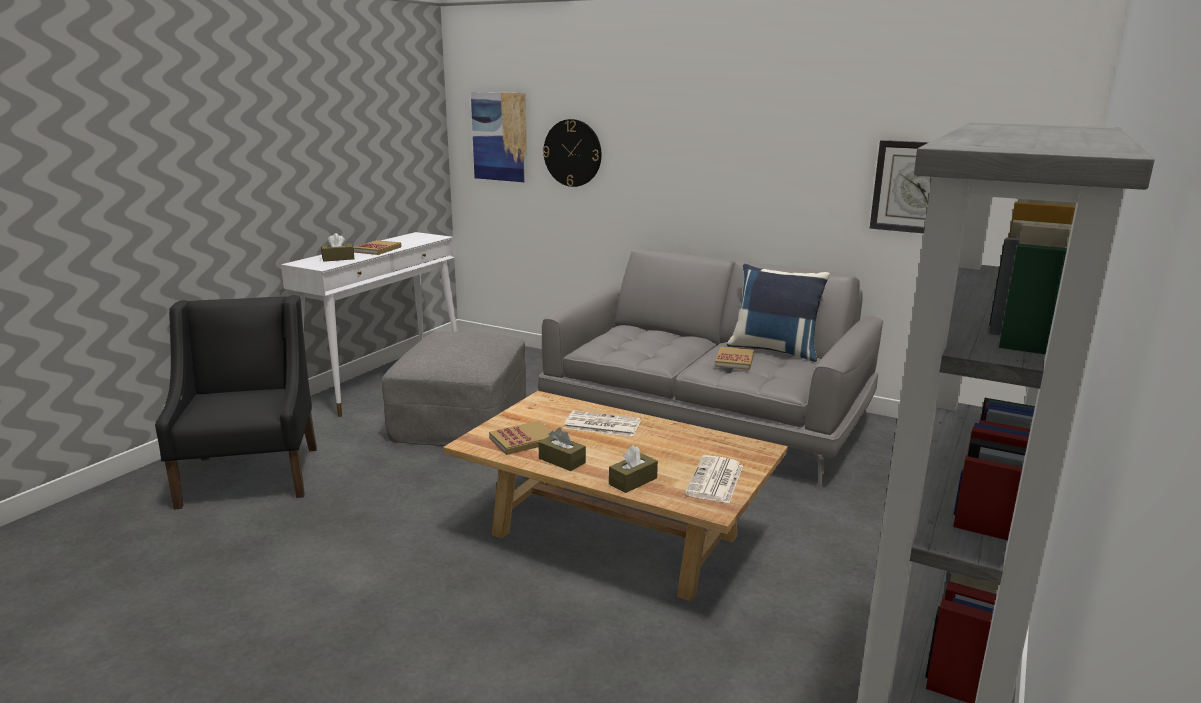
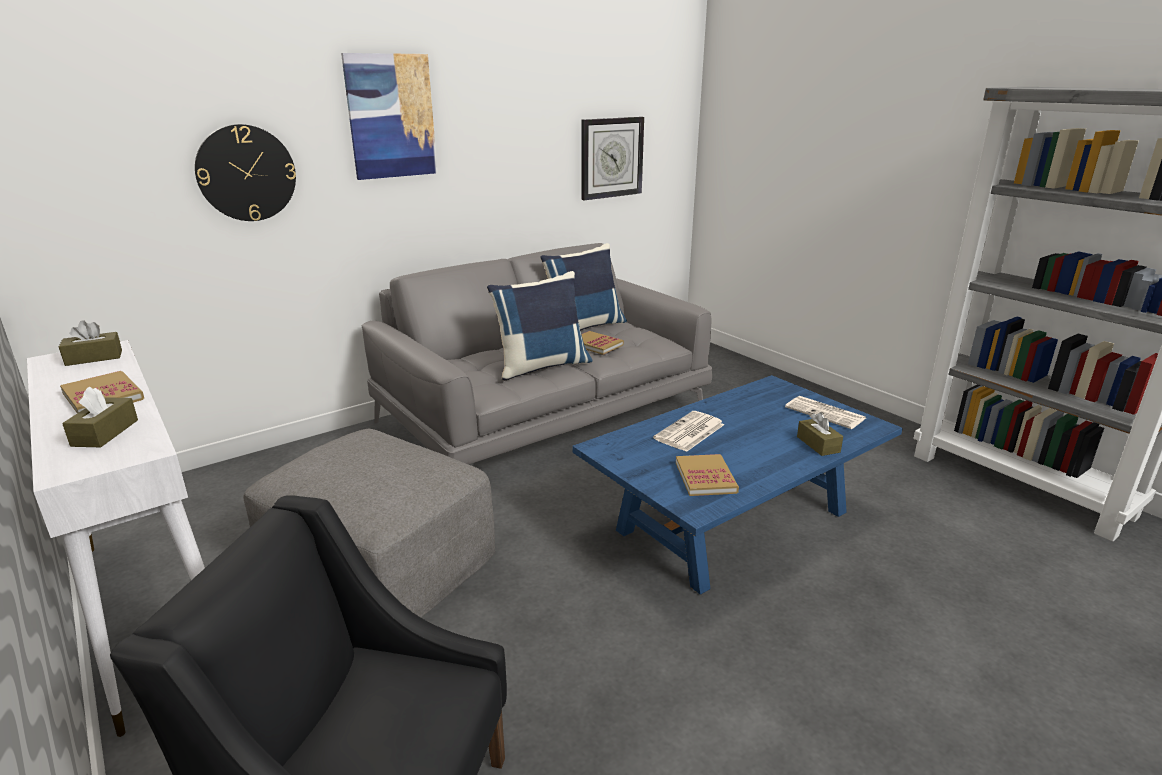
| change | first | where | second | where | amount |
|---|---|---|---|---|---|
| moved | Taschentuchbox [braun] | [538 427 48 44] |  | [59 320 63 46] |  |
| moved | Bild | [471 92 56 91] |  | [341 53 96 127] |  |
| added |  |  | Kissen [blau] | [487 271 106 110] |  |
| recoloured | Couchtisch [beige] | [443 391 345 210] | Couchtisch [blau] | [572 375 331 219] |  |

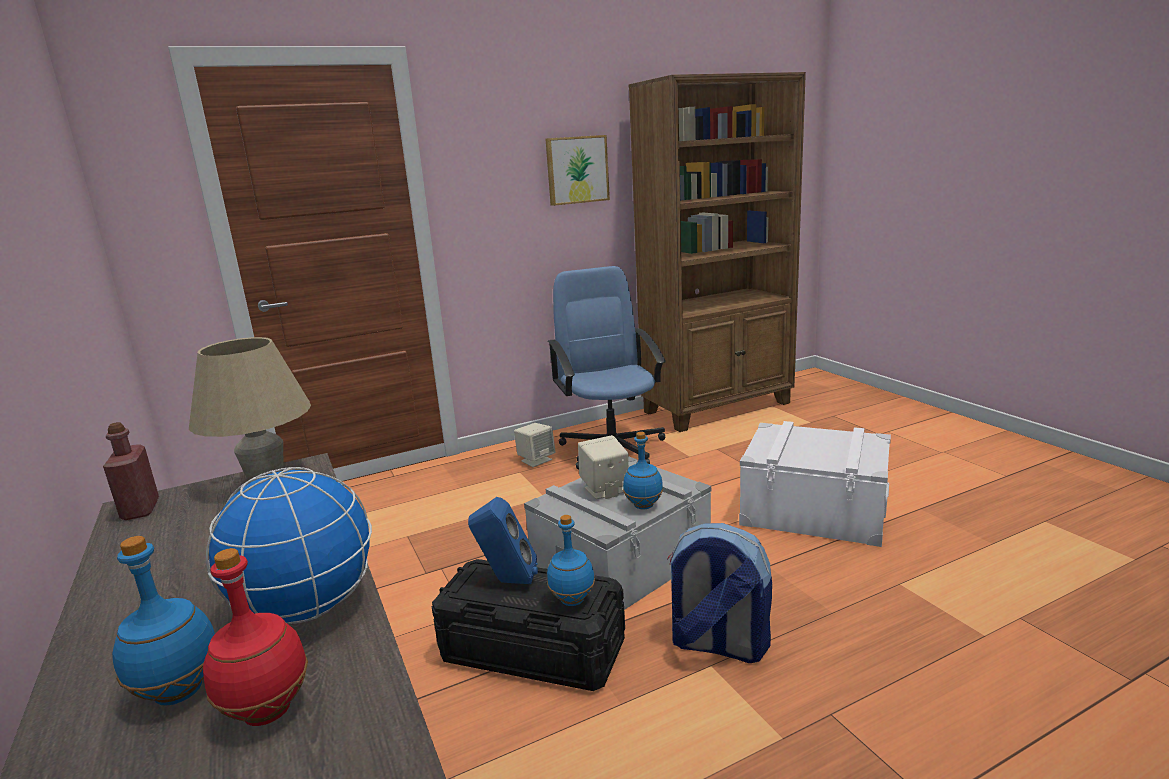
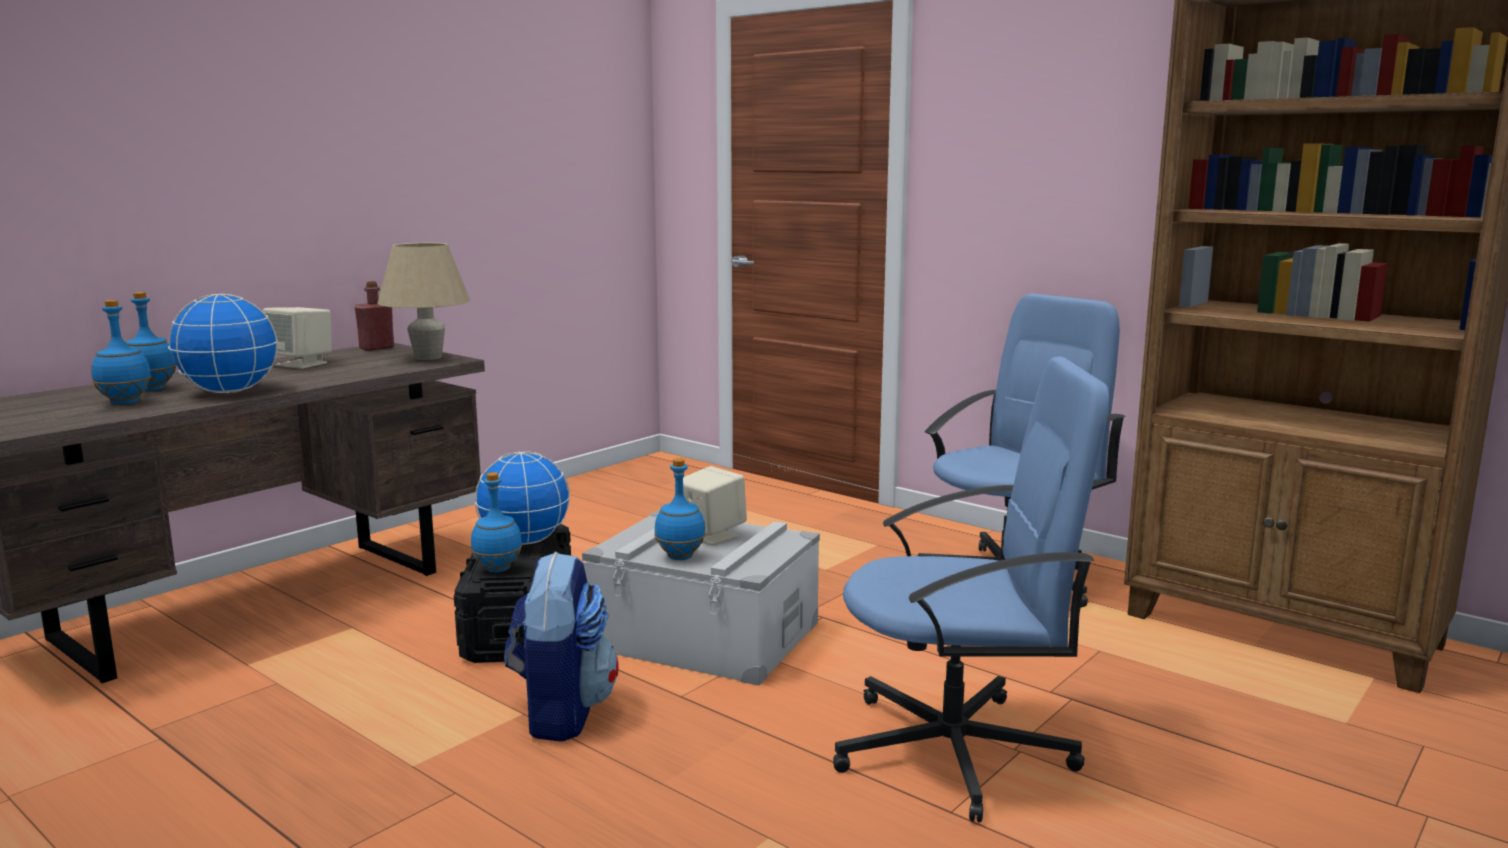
| change | first | where | second | where | amount |
|---|---|---|---|---|---|
| recoloured | Flasche [rot] | [203 548 105 178] | Flasche [blau] | [91 300 61 104] |  |
| moved | Lautsprecher [beige] | [514 423 42 44] |  | [263 307 69 62] |  |
| replaced | Lautsprecher [blau] | [468 497 70 87] | Globus | [475 451 95 94] |  |
| replaced | Aufbewahrungsbox [weiß] | [739 421 152 126] | Bürostuhl [blau] | [833 357 277 466] |  |
| removed | Bild | [546 135 64 71] |  |  |  |

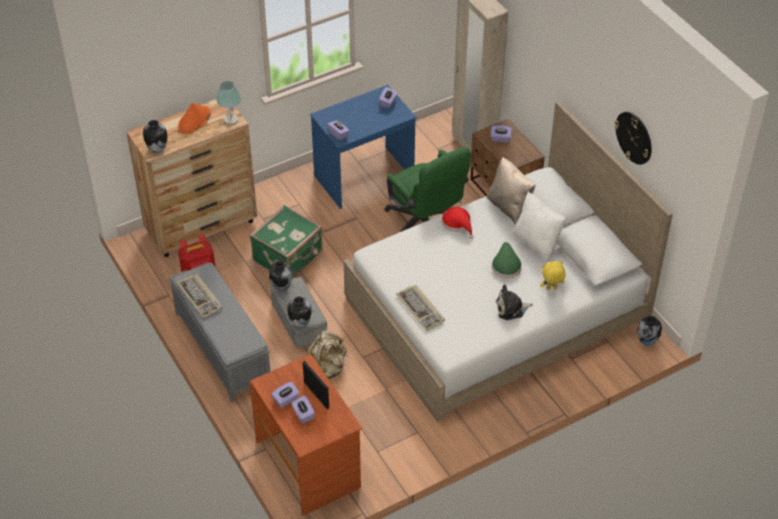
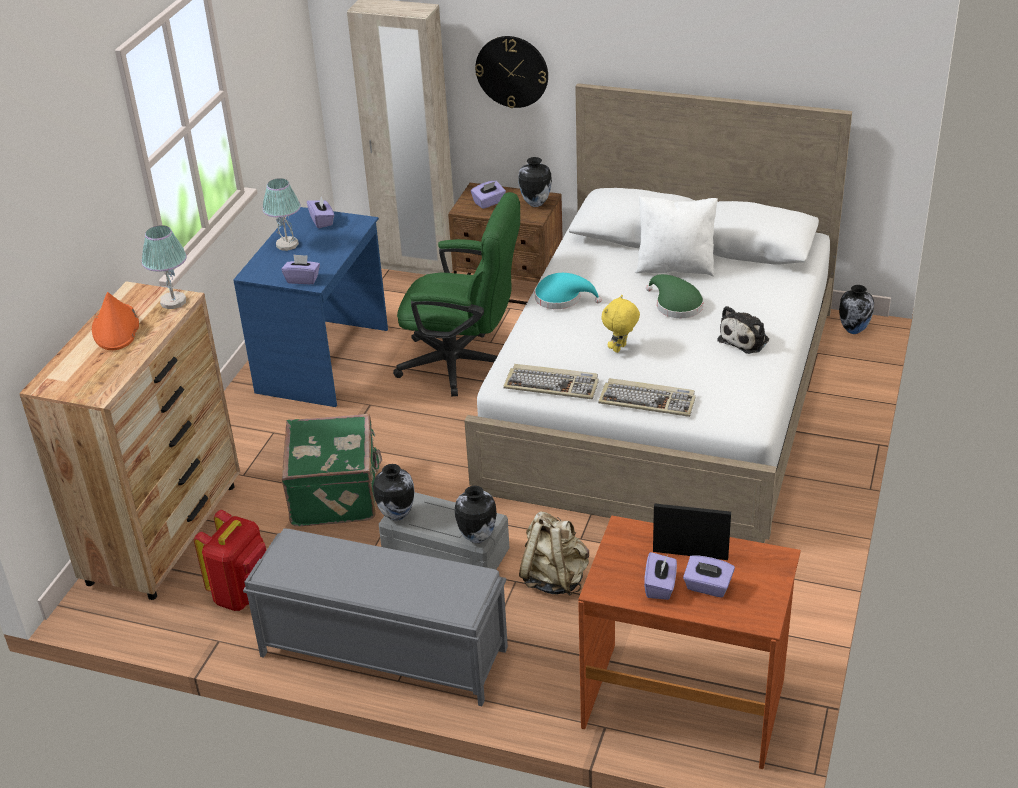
| change | first | where | second | where | amount |
|---|---|---|---|---|---|
| added |  |  | Tischlampe | [262 178 39 73] |  |
| moved | Wanduhr | [614 112 38 53] |  | [475 36 73 72] |  |
| moved | Tastatur | [177 274 45 44] |  | [503 364 96 35] |  |
| moved | Vase | [143 120 24 33] |  | [518 157 34 50] |  |
| recoloured | Hut [rot] | [442 207 32 32] | Hut [türkis] | [535 273 67 36] |  |
| moved | Plüschtier [gelb] | [540 261 26 29] |  | [602 295 38 58] |  |
| removed | Kissen [beige] | [487 157 49 68] |  |  |  |

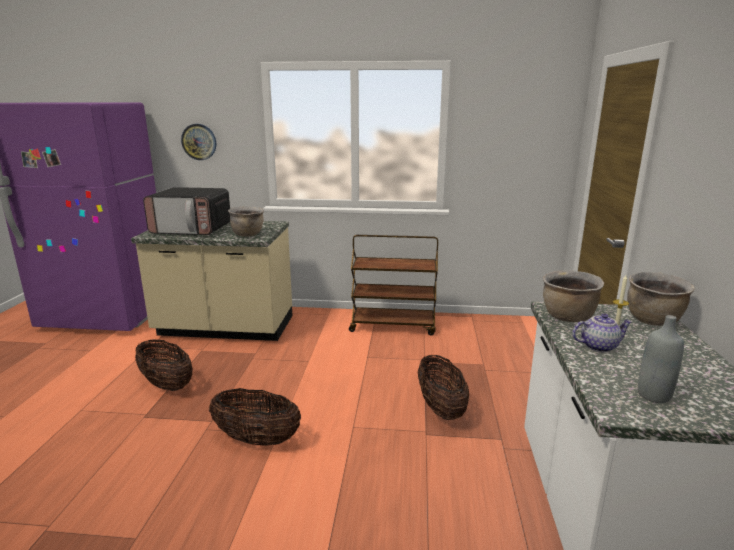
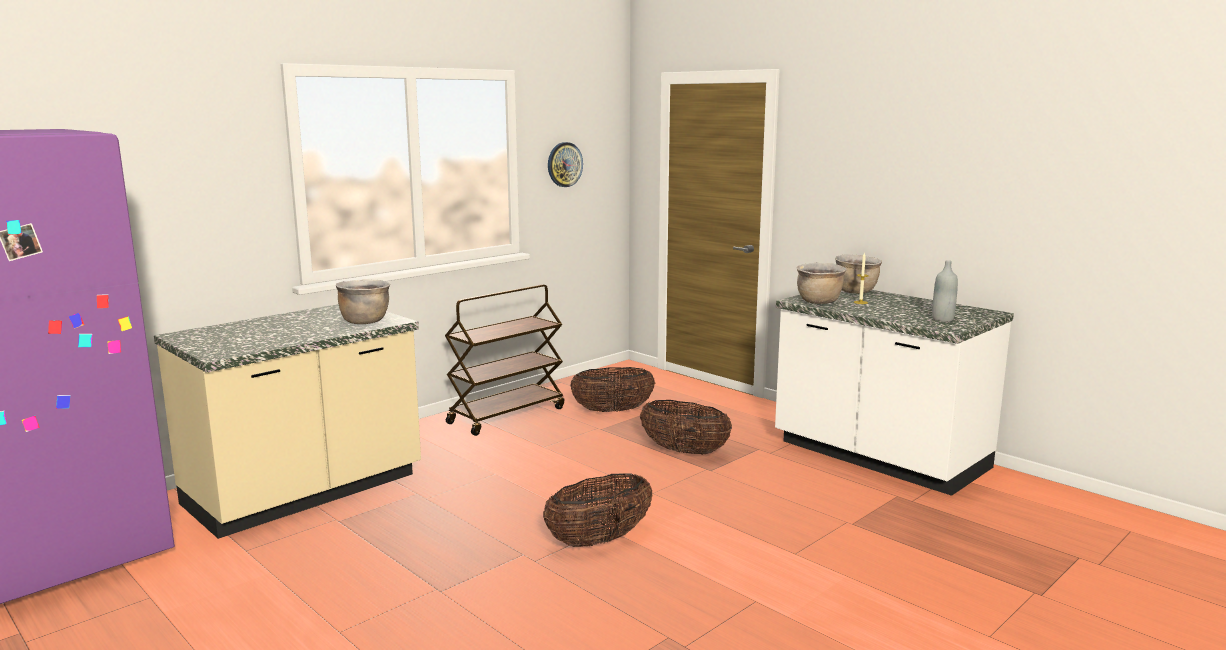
| change | first | where | second | where | amount |
|---|---|---|---|---|---|
| moved | Wanduhr | [181 124 35 36] |  | [548 142 35 45] |  |
| moved | Korb | [135 339 58 52] |  | [570 367 85 45] |  |
| removed | Mikrowelle | [143 187 87 48] |  |  |  |
| removed | Teekanne | [572 313 60 39] |  |  |  |

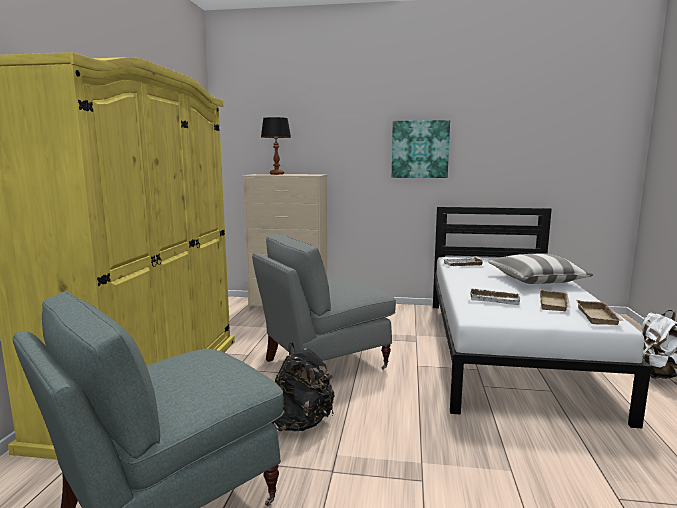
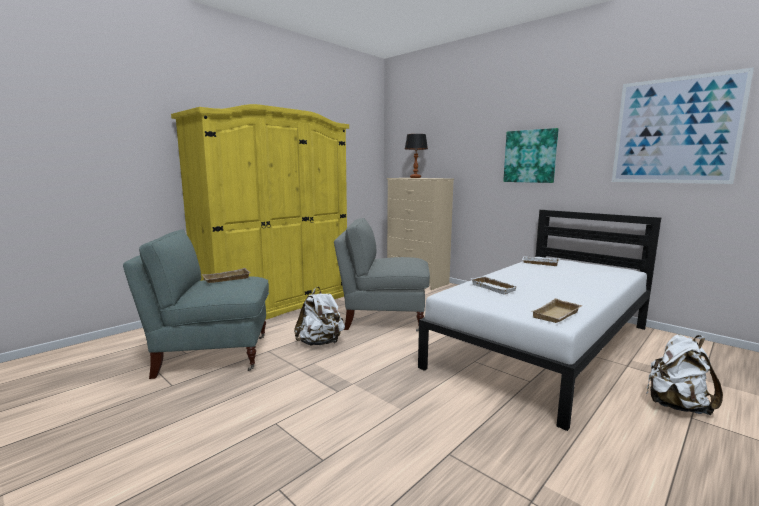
| change | first | where | second | where | amount |
|---|---|---|---|---|---|
| moved | Tablett [beige] | [540 289 31 22] |  | [202 268 48 15] |  |
| recoloured | Rucksack [schwarz] | [272 342 62 89] | Rucksack [weiß] | [294 287 51 59] |  |
| added |  |  | Bild | [612 67 142 117] |  |
| removed | Kissen | [488 253 105 31] |  |  |  |

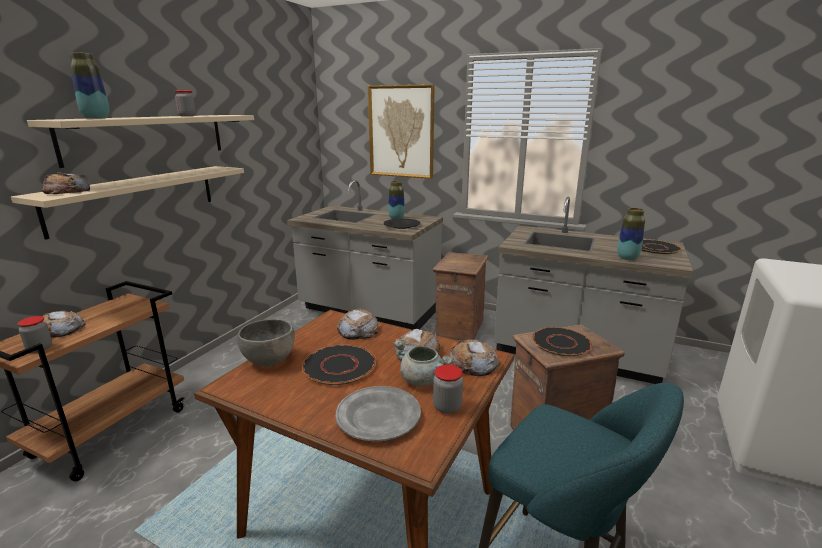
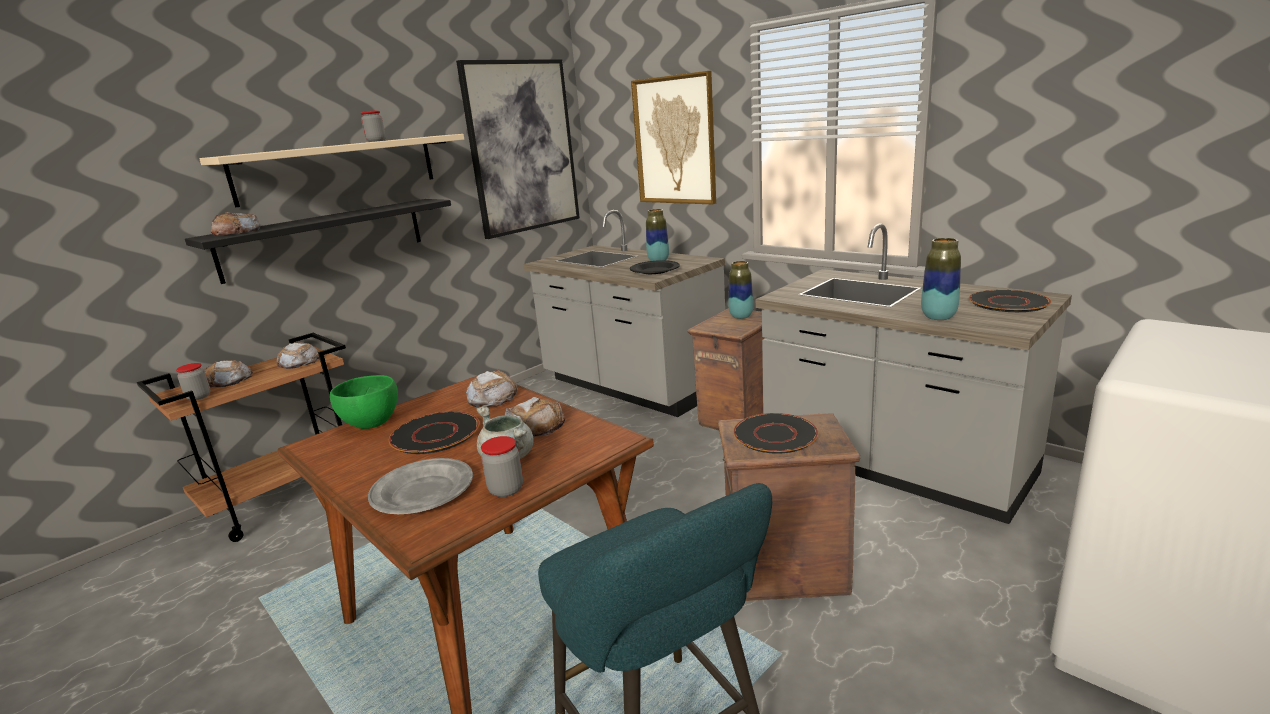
| change | first | where | second | where | amount |
|---|---|---|---|---|---|
| recoloured | Wandregal [beige] | [11 166 233 74] | Wandregal [schwarz] | [185 199 266 85] |  |
| moved | Brot | [449 339 51 37] |  | [276 343 44 26] |  |
| recoloured | Schüssel [grau] | [237 319 58 48] | Schüssel [grün] | [330 375 68 54] |  |
| added |  |  | Bild | [456 59 124 180] |  |
| moved | Vase | [70 52 39 67] |  | [728 261 25 58] |  |

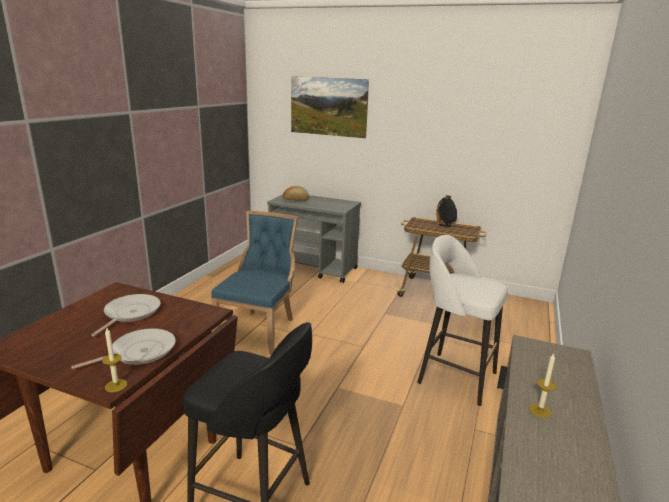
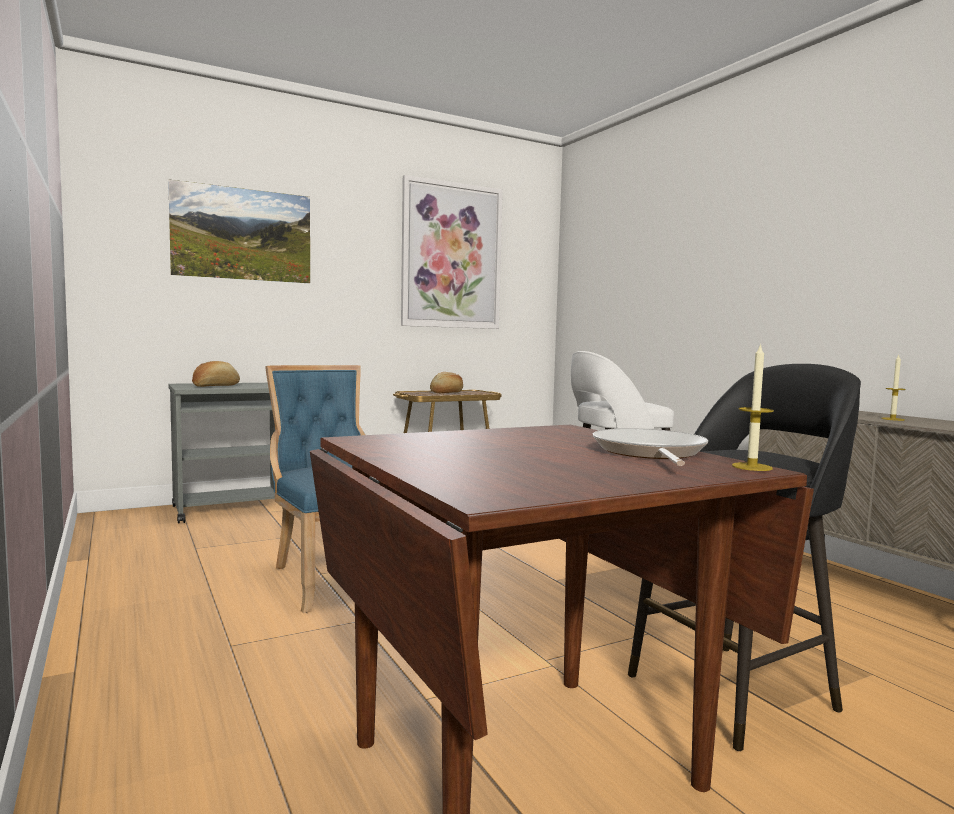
| change | first | where | second | where | amount |
|---|---|---|---|---|---|
| added |  |  | Bild | [401 175 102 154] |  |
| replaced | Vase [schwarz] | [436 195 21 33] | Brot | [430 372 33 21] |  |
| removed | Pfanne | [91 294 70 43] |  |  |  |

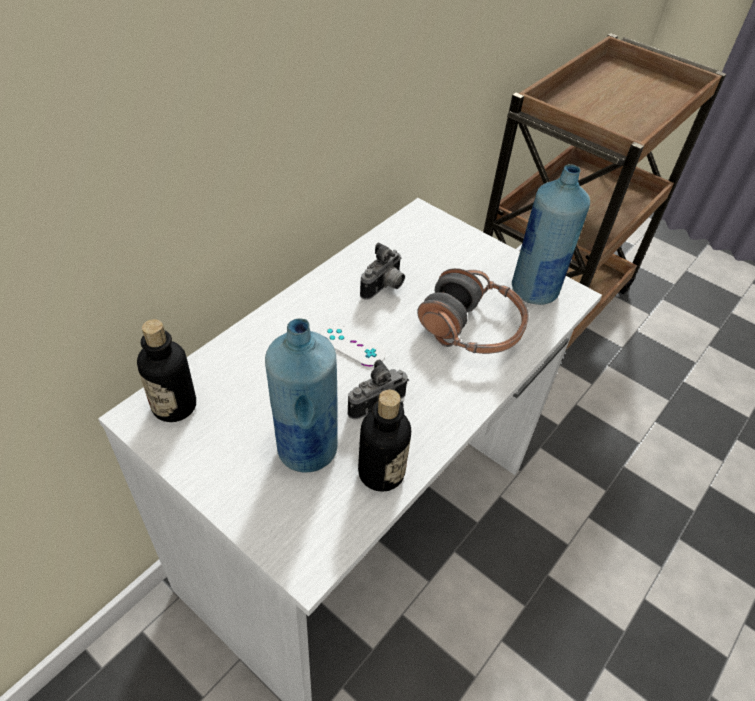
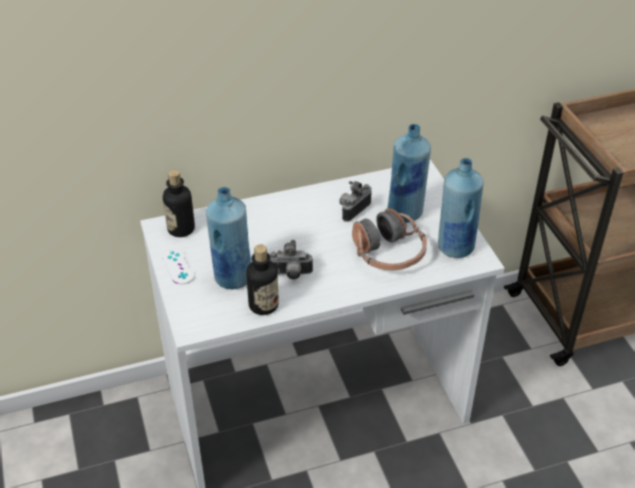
| change | first | where | second | where | amount |
|---|---|---|---|---|---|
| moved | Gamepad [weiß] | [320 323 66 44] |  | [162 249 33 35] |  |
| turned | Kamera | [360 243 45 57] |  | [339 181 33 41] | 150 degrees clockwise |
| added |  |  | Flasche [blau] | [388 124 43 99] |  |

